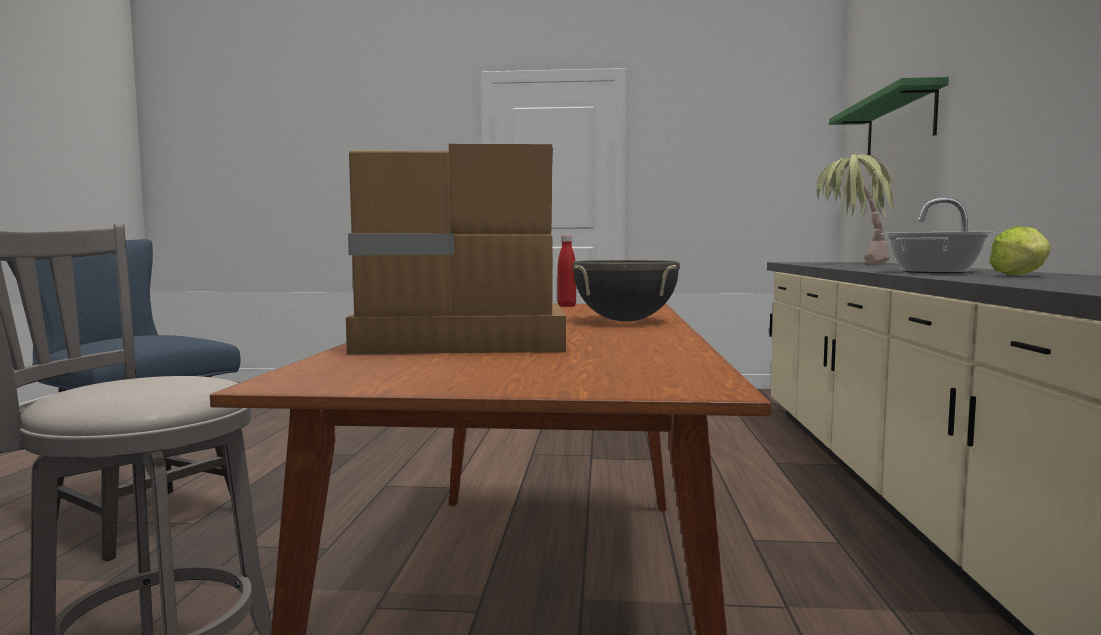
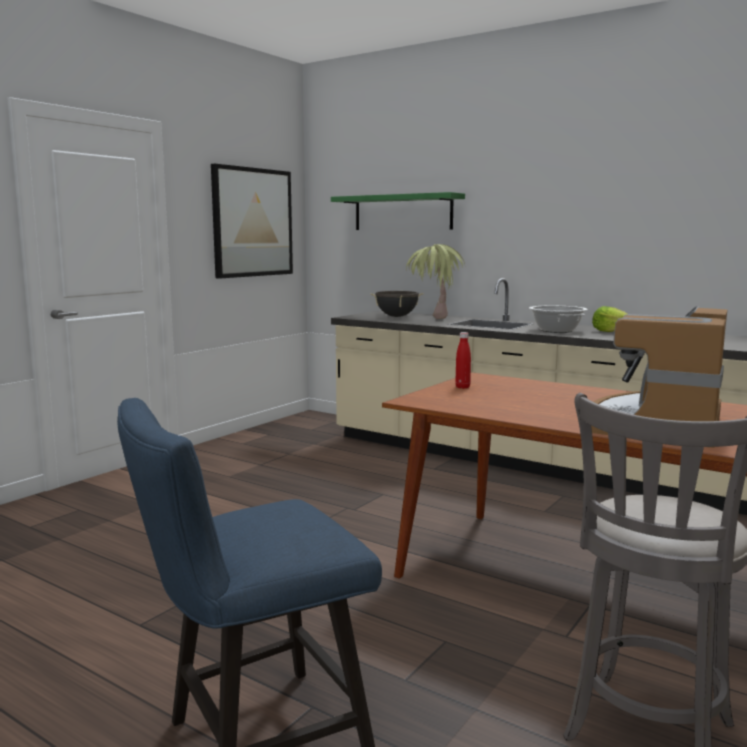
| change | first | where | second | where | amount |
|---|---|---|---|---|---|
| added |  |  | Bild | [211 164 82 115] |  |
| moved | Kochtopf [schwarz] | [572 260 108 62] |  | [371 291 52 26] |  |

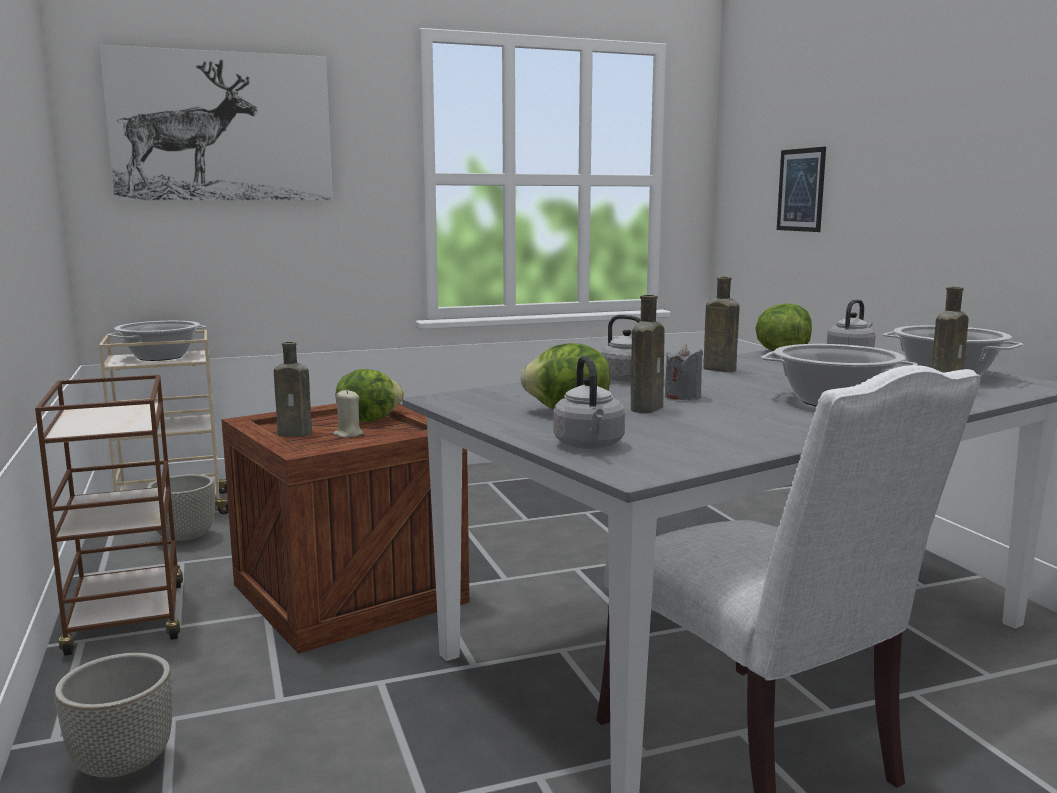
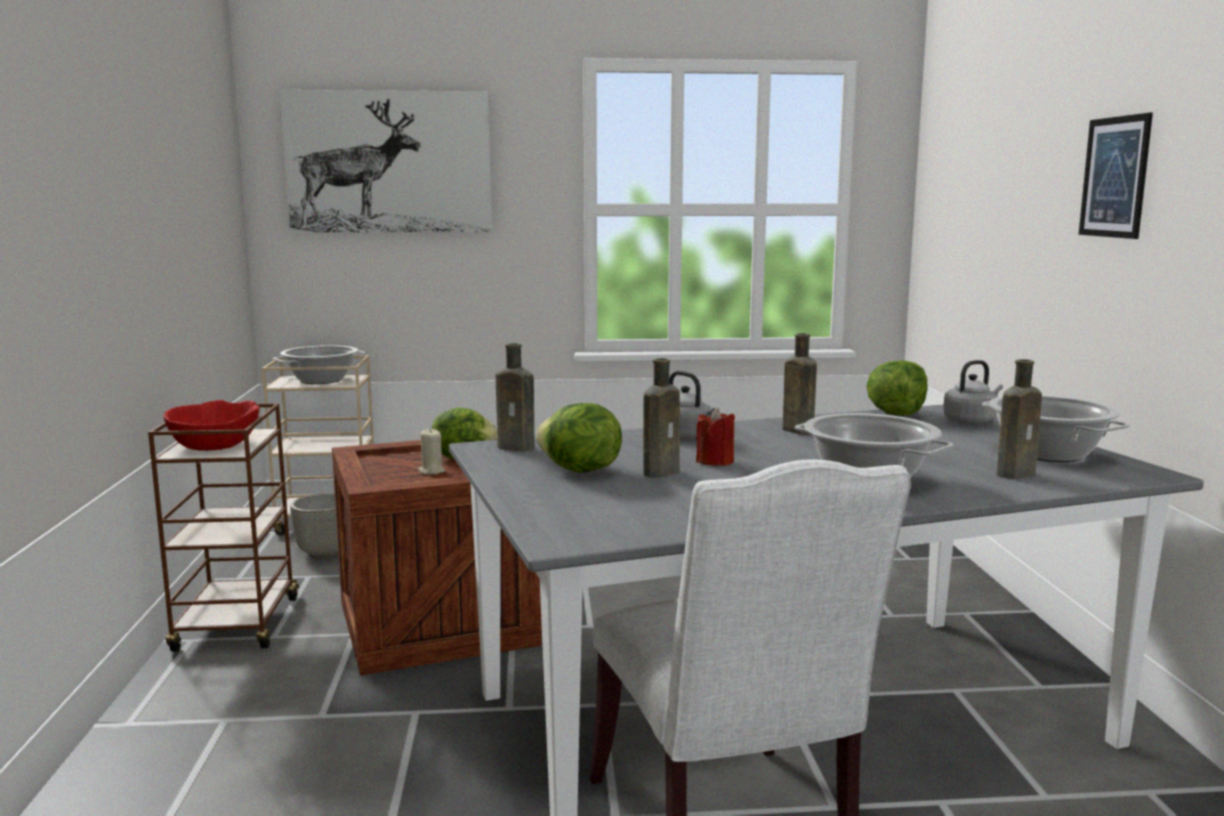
| change | first | where | second | where | amount |
|---|---|---|---|---|---|
| added |  |  | Schüssel [rot] | [163 400 97 51] |  |
| moved | Flasche [braun] | [274 342 38 95] |  | [496 343 39 108] |  |
| recoloured | Kerze [grau] | [665 344 38 56] | Kerze [rot] | [696 408 39 58] |  |
| moved | Bild | [777 147 49 85] |  | [1079 113 74 126] |  |
| removed | Pflanzkübel [grau] | [55 653 118 129] |  |  |  |
| removed | Wasserkessel [grau] | [553 356 72 93] |  |  |  |

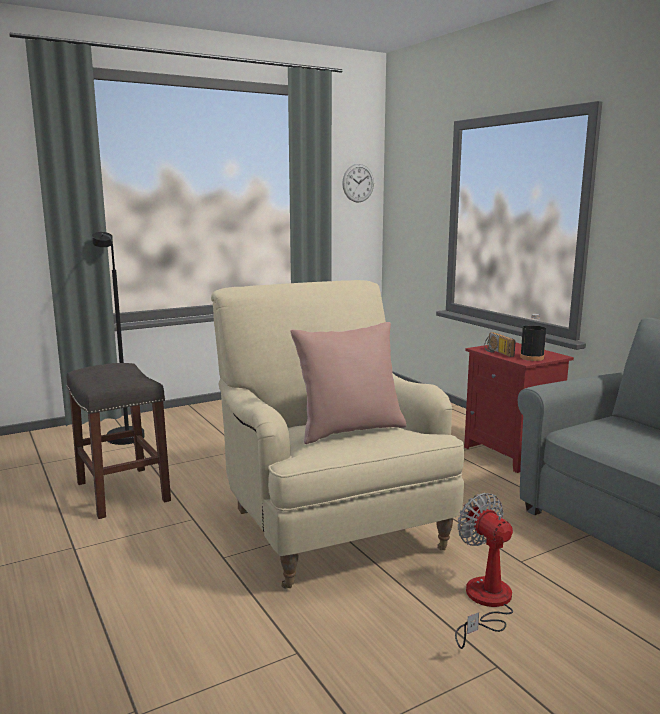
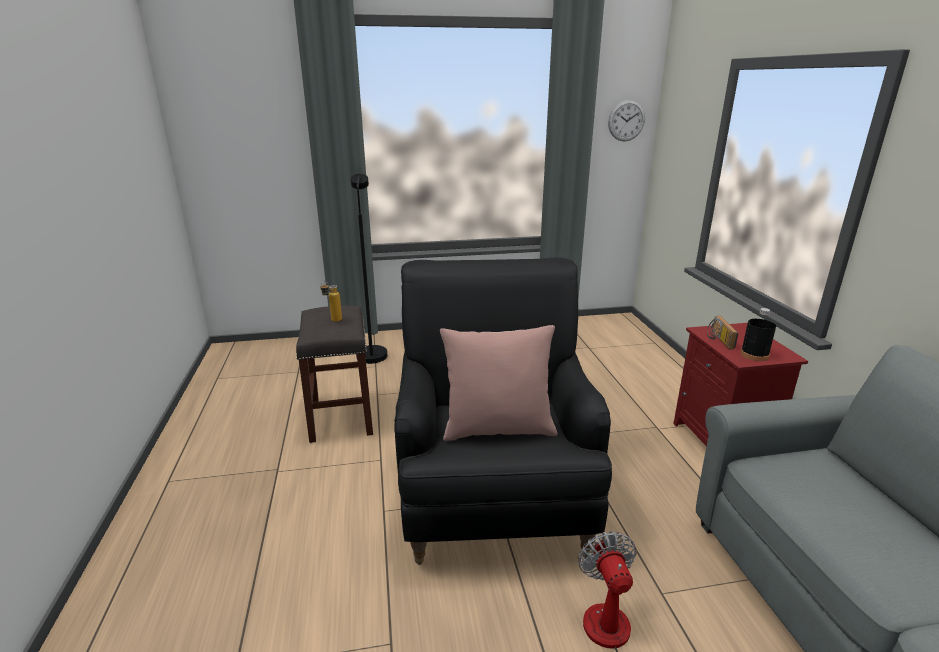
| change | first | where | second | where | amount |
|---|---|---|---|---|---|
| added |  |  | Flasche | [320 281 22 41] |  |
| recoloured | Sessel [beige] | [211 280 253 309] | Sessel [schwarz] | [394 257 218 308] |  |

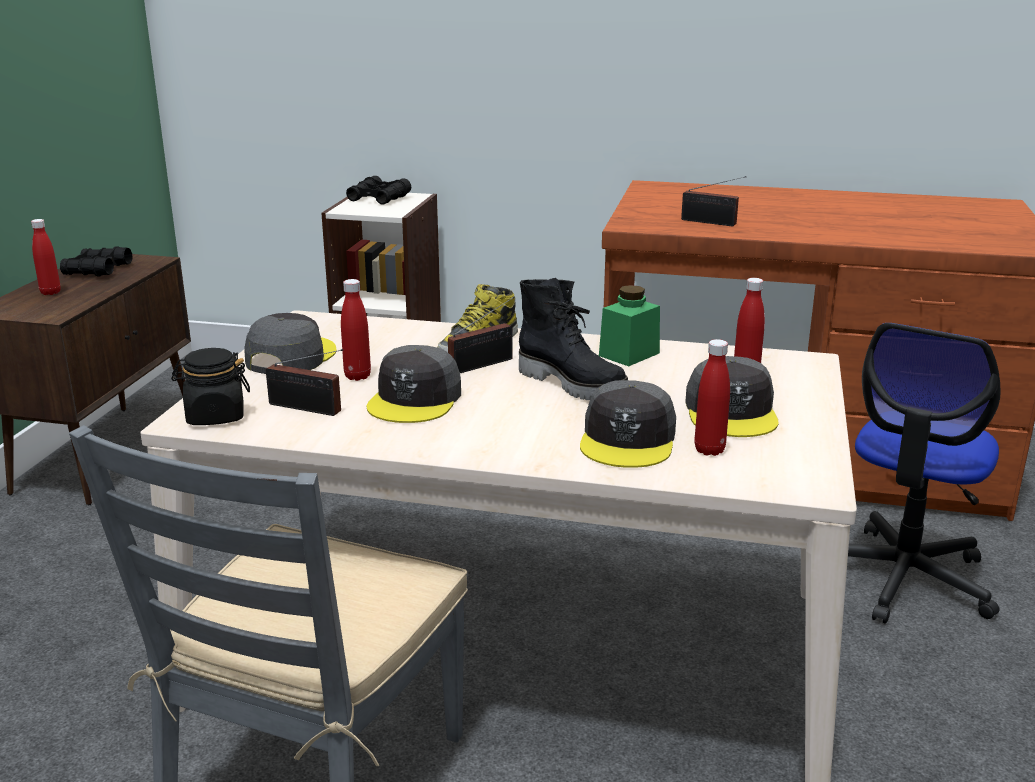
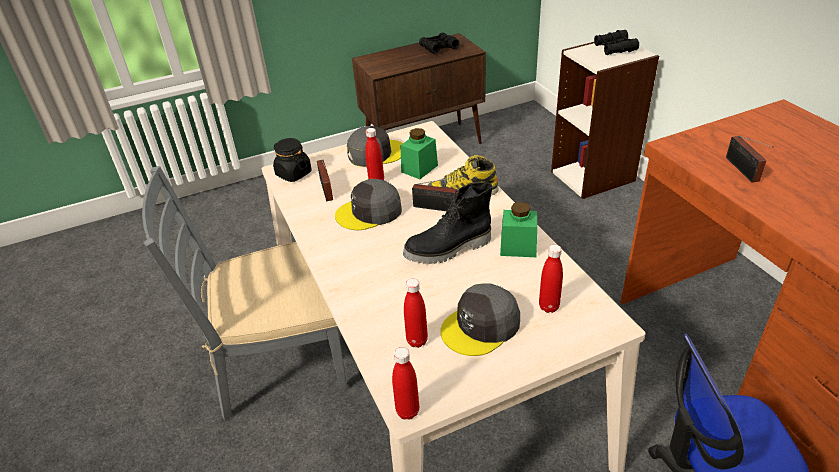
| change | first | where | second | where | amount |
|---|---|---|---|---|---|
| moved | Flasche [rot] | [31 219 29 76] |  | [392 347 27 73] |  |
| added |  |  | Vorratsglas [grün] | [401 128 37 51] |  |
| turned | Stiefel [schwarz] | [519 278 109 122] |  | [403 182 89 82] | 60 degrees clockwise |
| removed | Kappe [grau] | [580 380 96 88] |  |  |  |

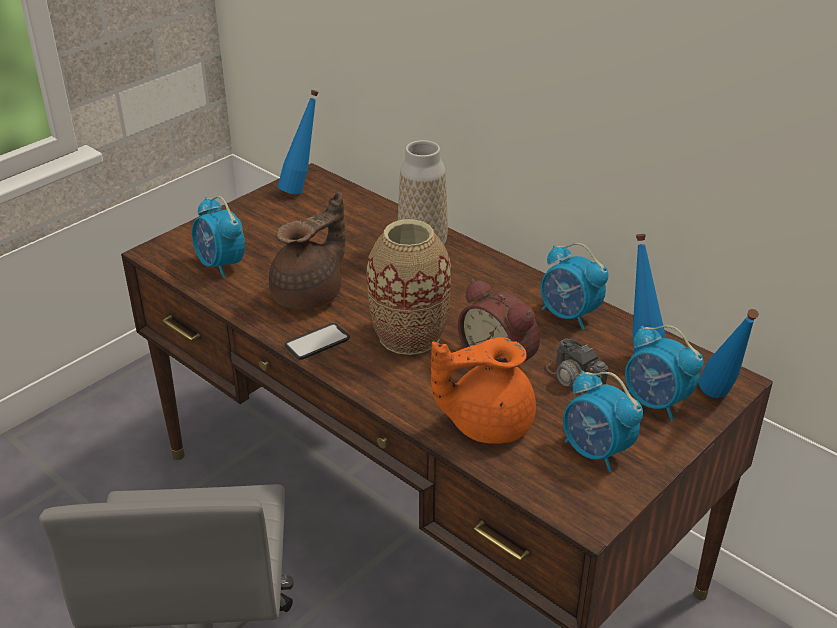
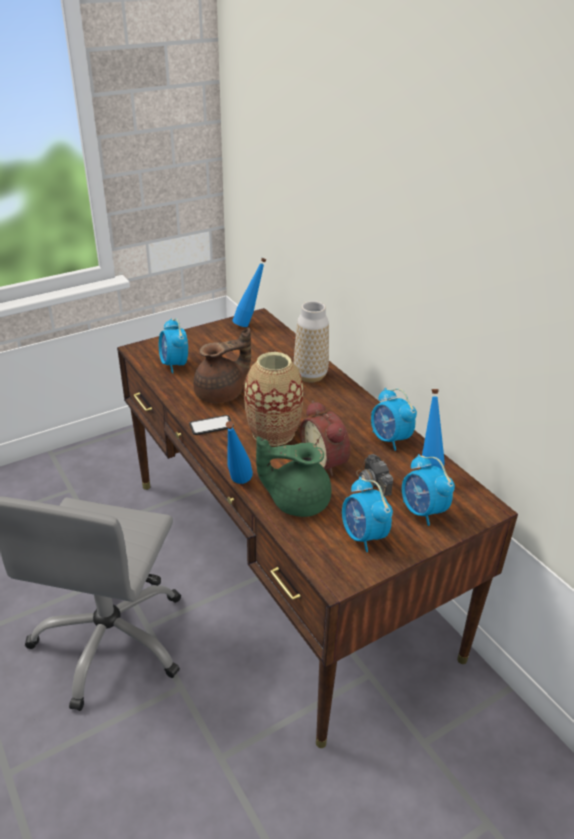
| change | first | where | second | where | amount |
|---|---|---|---|---|---|
| moved | Flasche [blau] | [699 309 60 89] |  | [226 421 27 63] |  |
| recoloured | Teekanne [orange] | [431 337 105 107] | Teekanne [grün] | [256 436 75 81] |  |

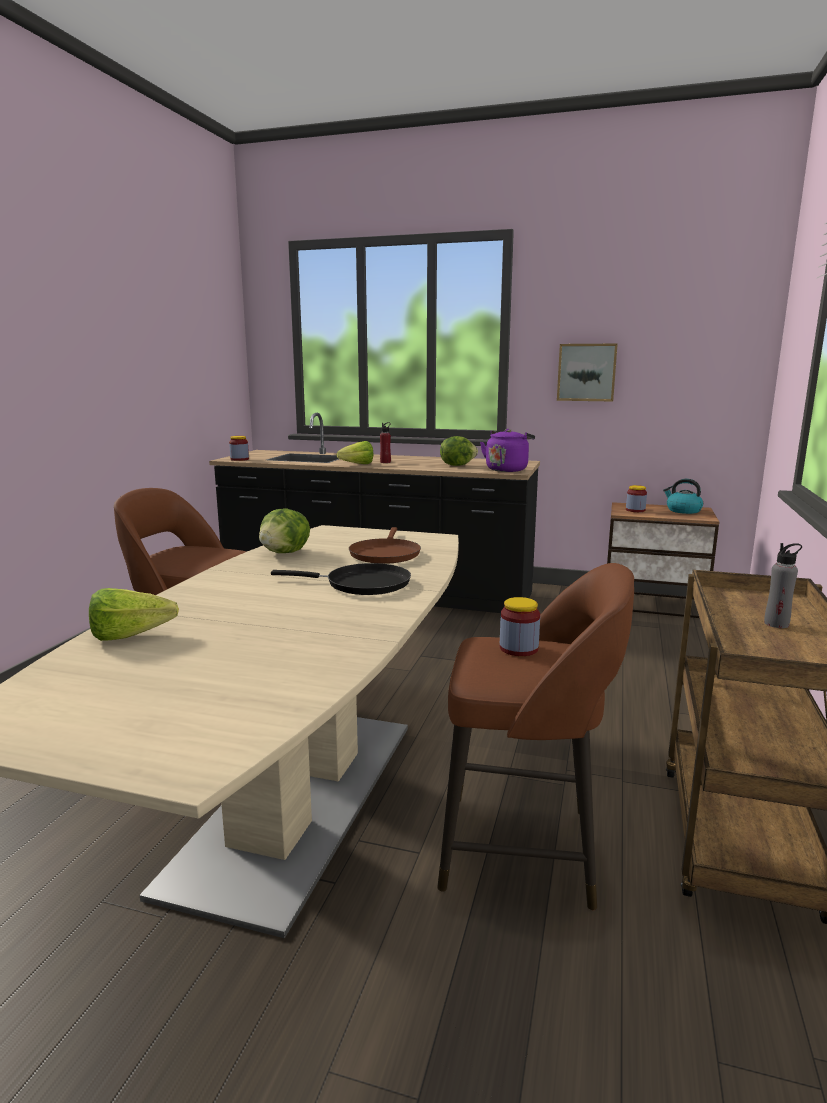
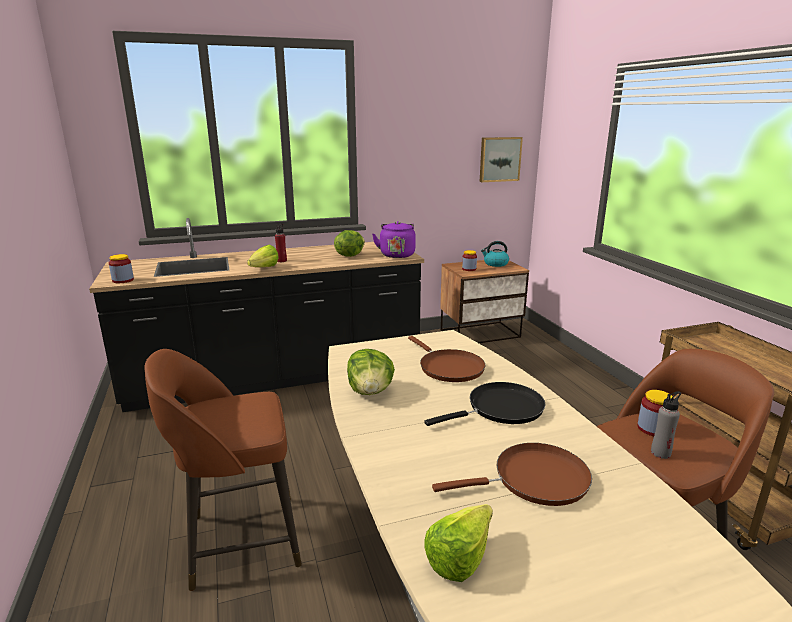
| change | first | where | second | where | amount |
|---|---|---|---|---|---|
| added |  |  | Pfanne [braun] | [432 443 160 63] |  |
| moved | Bild | [557 344 61 57] |  | [480 137 43 45] |  |
| moved | Flasche [grau] | [764 543 38 85] |  | [651 391 30 68] |  |

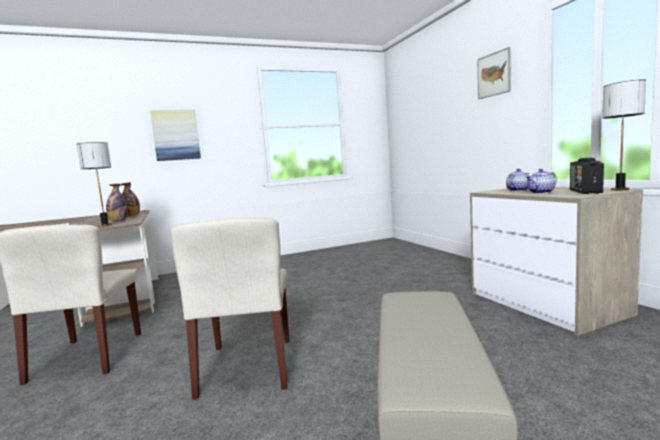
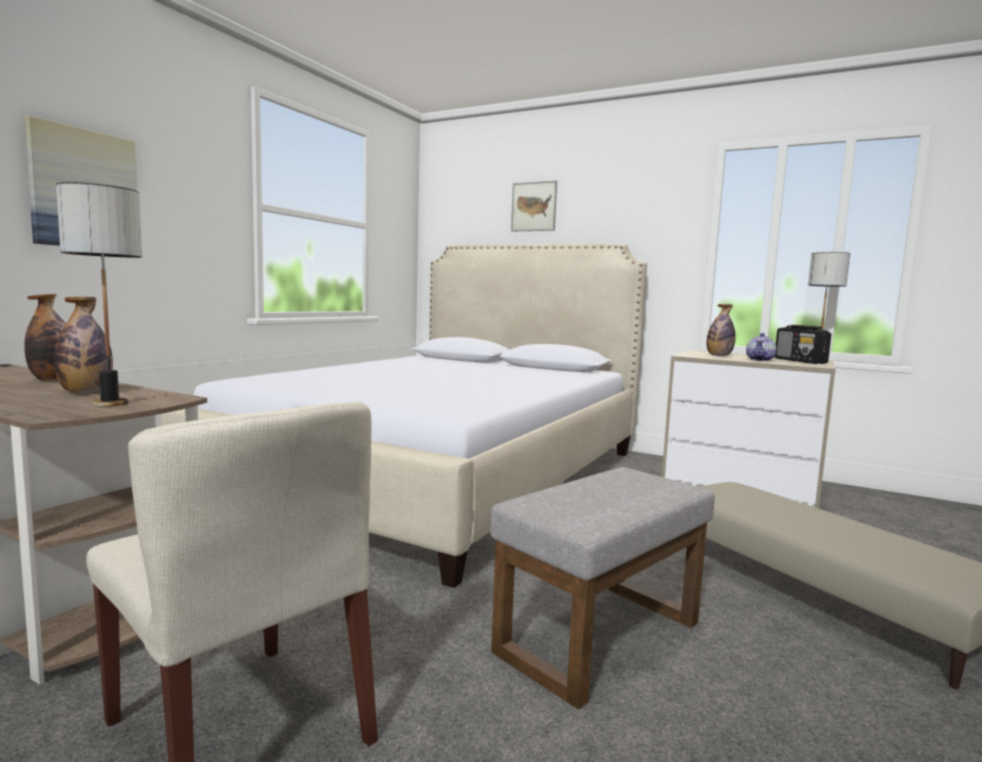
| change | first | where | second | where | amount |
|---|---|---|---|---|---|
| added |  |  | Bett | [161 244 486 344] |  |
| replaced | Stuhl [beige] | [171 217 118 183] | Polsterhocker [grau] | [490 467 225 243] |  |
| moved | Bild | [477 47 34 52] |  | [511 181 46 50] |  |
| replaced | Teekanne | [506 169 23 22] | Flasche | [707 304 28 52] |  |

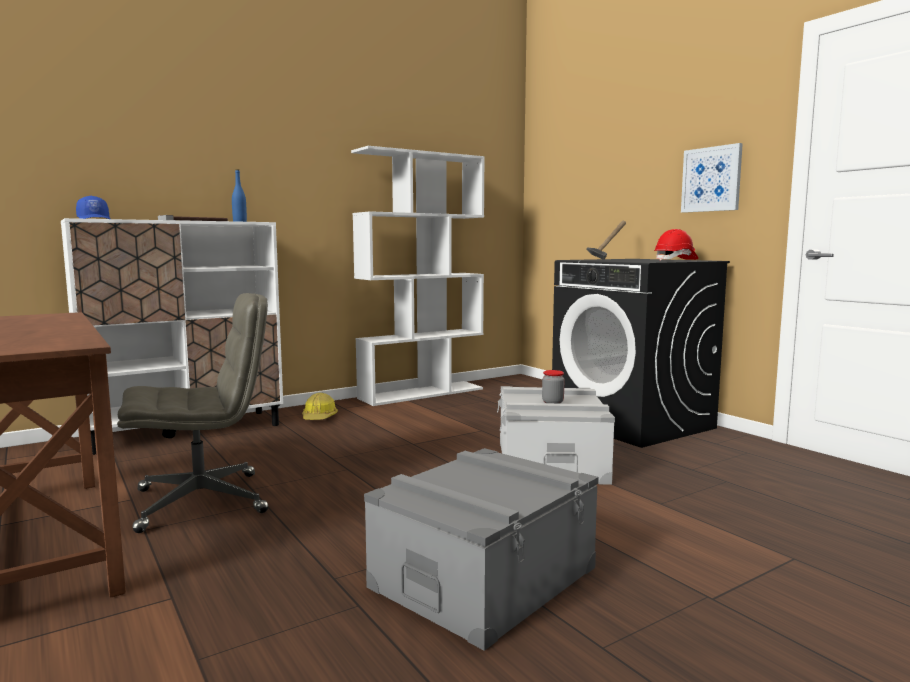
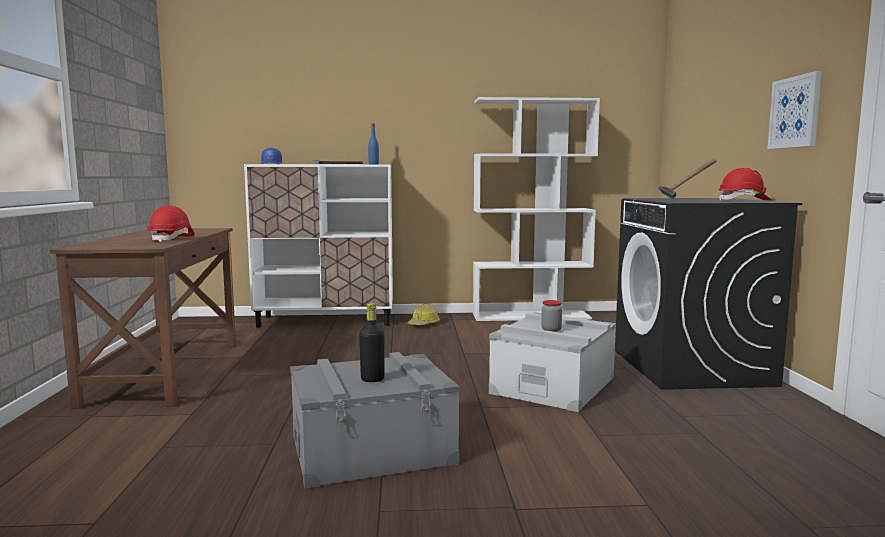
| change | first | where | second | where | amount |
|---|---|---|---|---|---|
| added |  |  | Schutzhelm [rot] | [147 206 48 36] |  |
| added |  |  | Flasche [schwarz] | [359 303 26 79] |  |
| removed | Bürostuhl [grau] | [117 293 151 240] |  |  |  |

